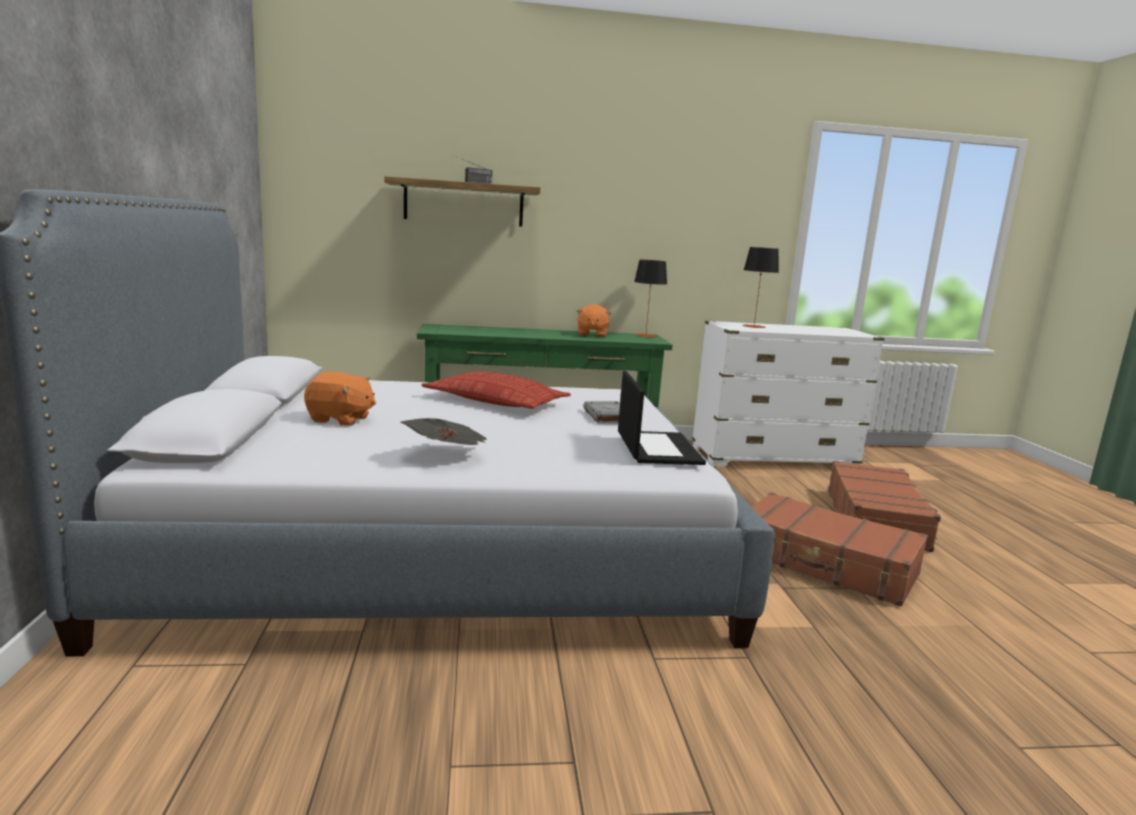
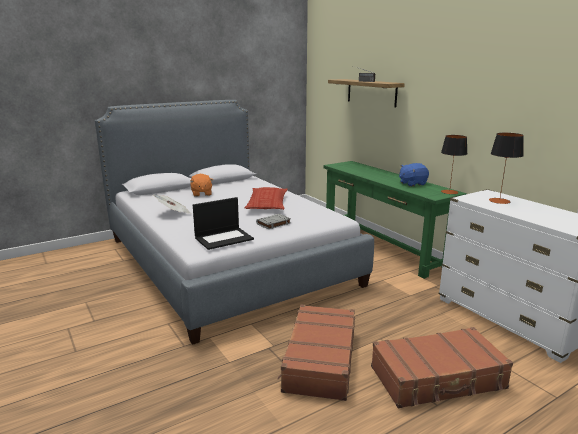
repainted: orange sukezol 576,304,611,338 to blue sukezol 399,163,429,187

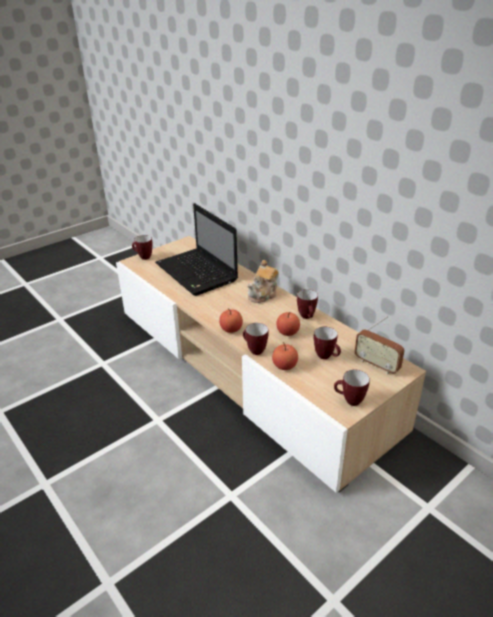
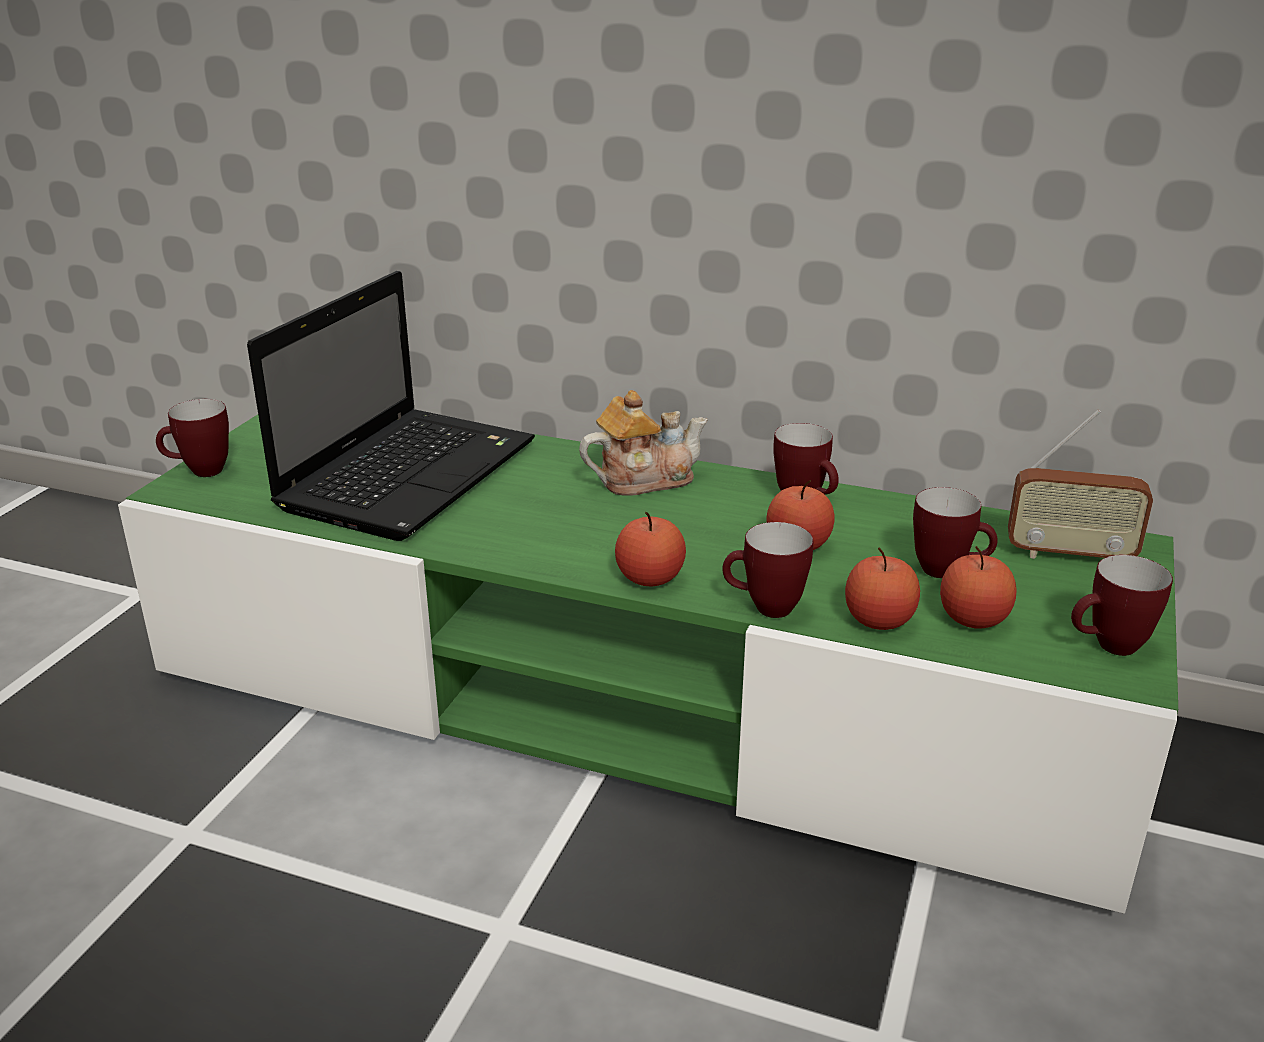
new: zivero 940,546,1017,629
repainted: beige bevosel 116,236,426,493 to green bevosel 118,414,1178,914
rotated: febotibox 155,203,238,296 = 247,271,535,541 90 degrees counterclockwise; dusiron 247,260,279,303 = 579,390,708,496 120 degrees counterclockwise

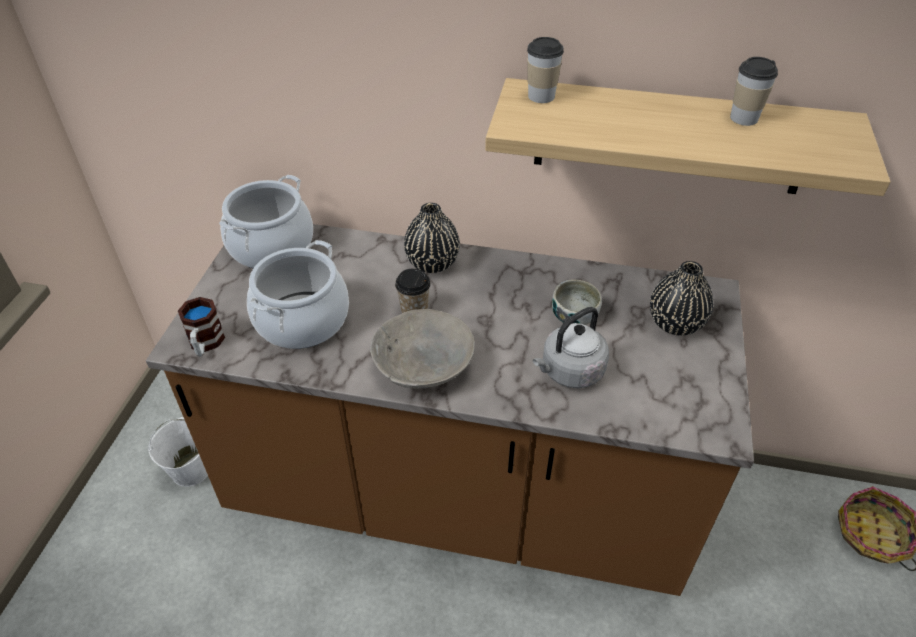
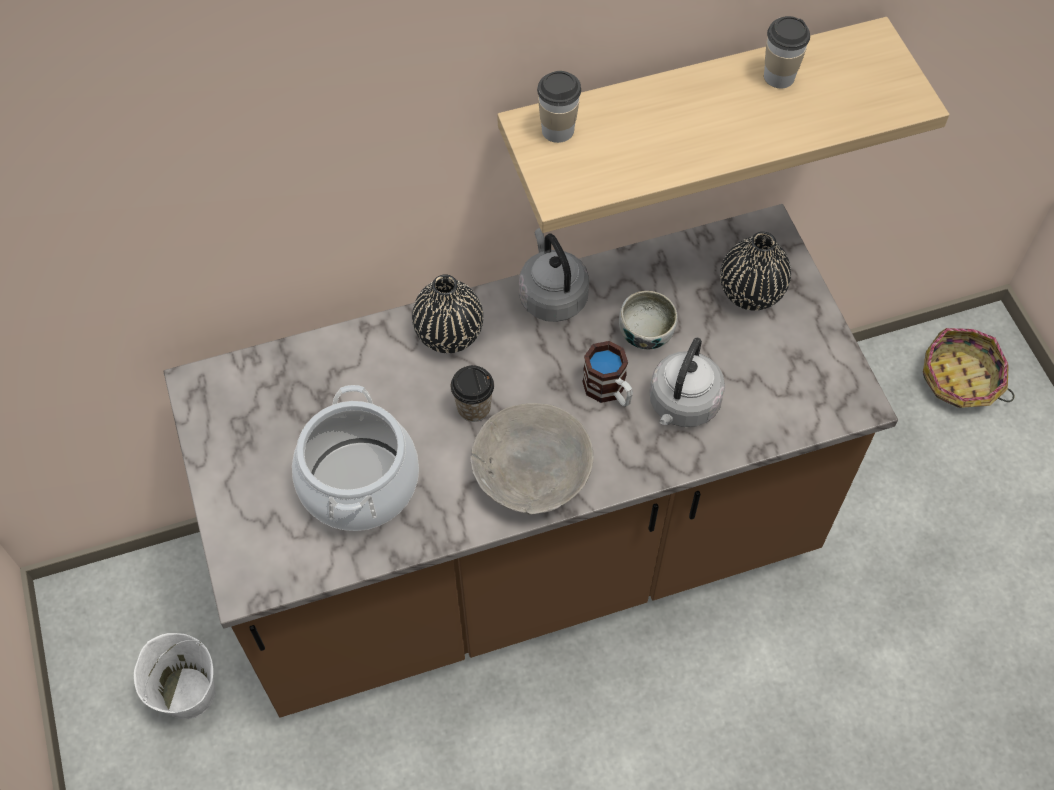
gone: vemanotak 219,175,313,268
new: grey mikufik 519,228,589,322
shifted: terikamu 178,297,225,356 to 582,341,633,407

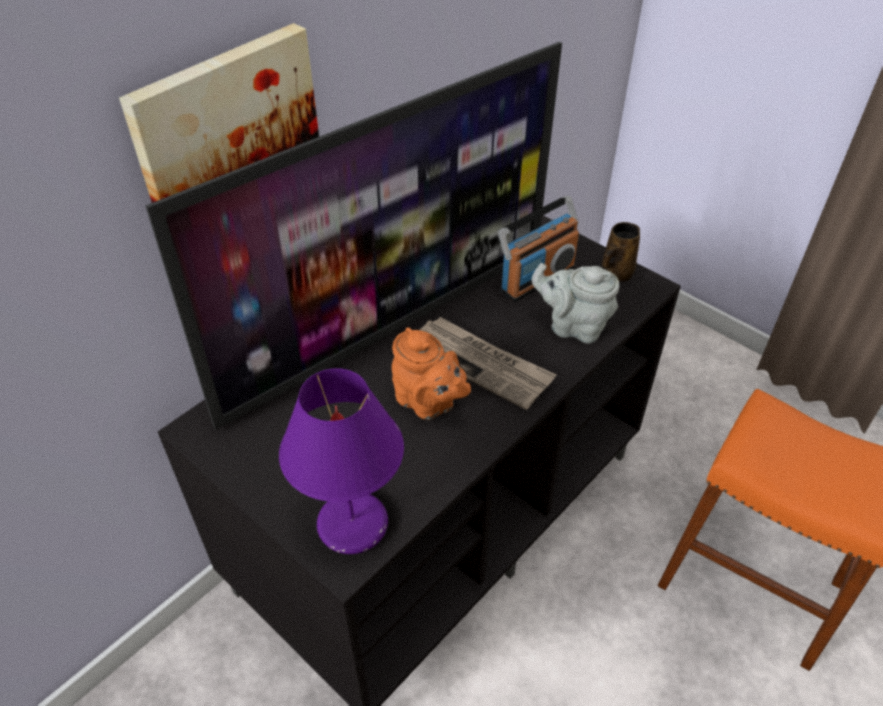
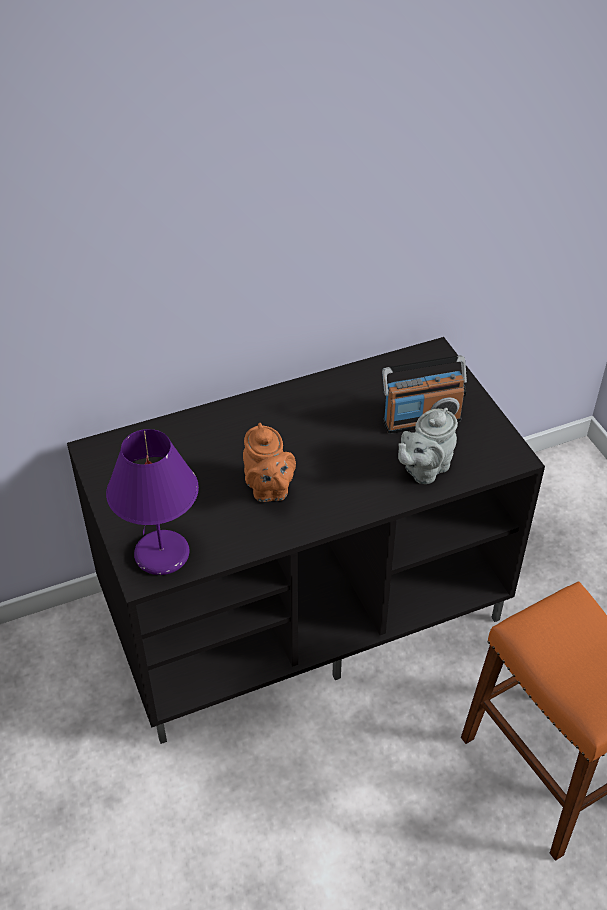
gone: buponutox 119,23,319,203; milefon 145,42,562,430; brown terikamu 602,222,640,281; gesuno 420,317,556,410
rotated: grey dusiron 532,263,619,344 = 398,408,458,484 90 degrees counterclockwise

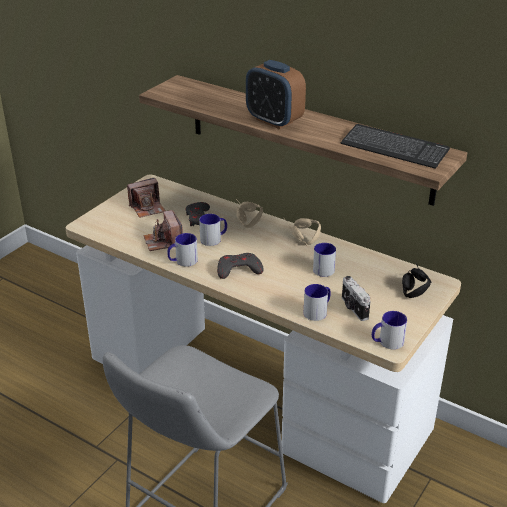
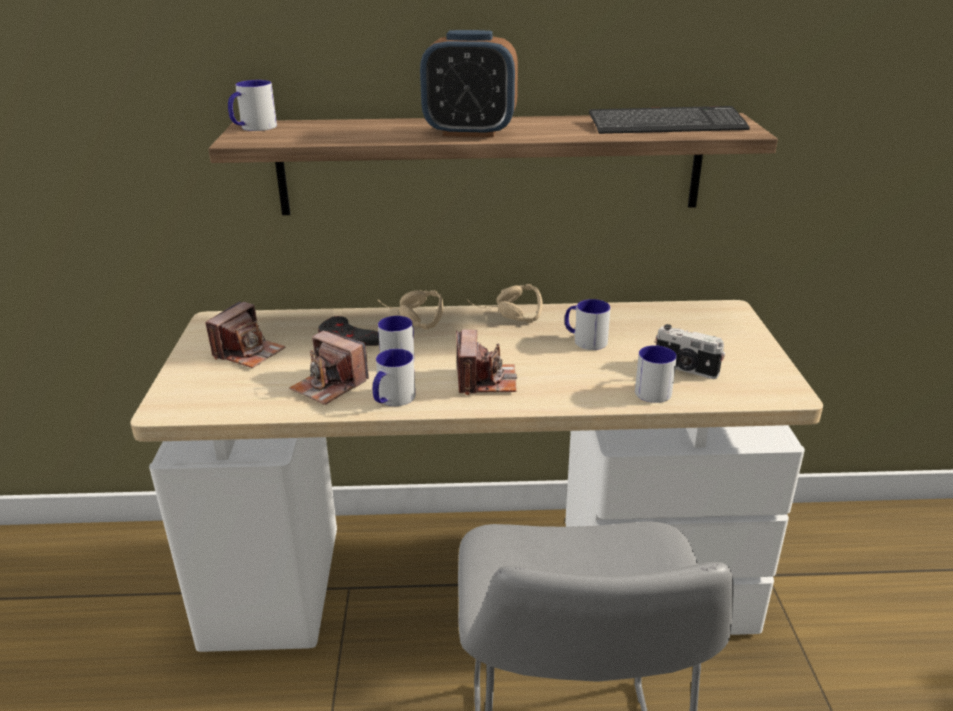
gone: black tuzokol 402,263,431,298
shifted: terikamu 372,311,407,349 to 228,80,277,131
swapped: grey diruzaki 217,253,263,279 to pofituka 456,329,517,395

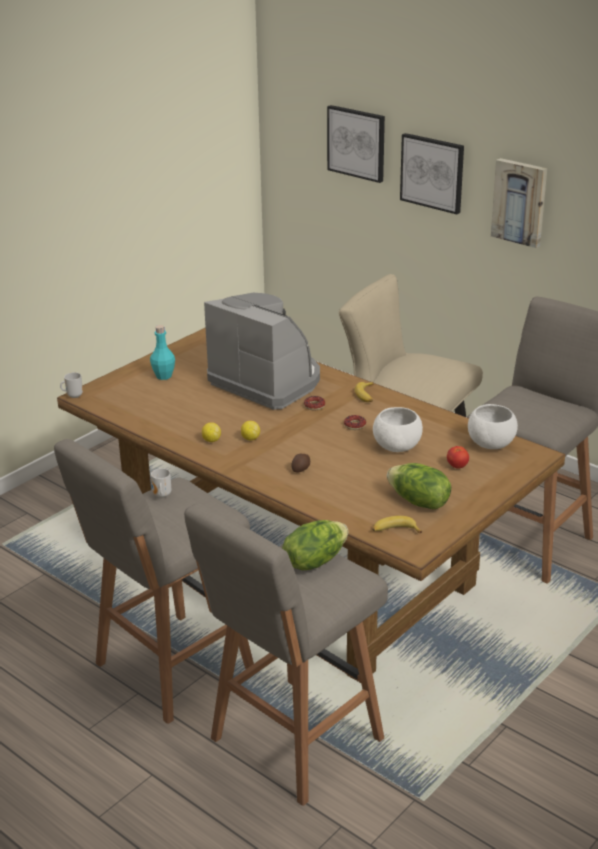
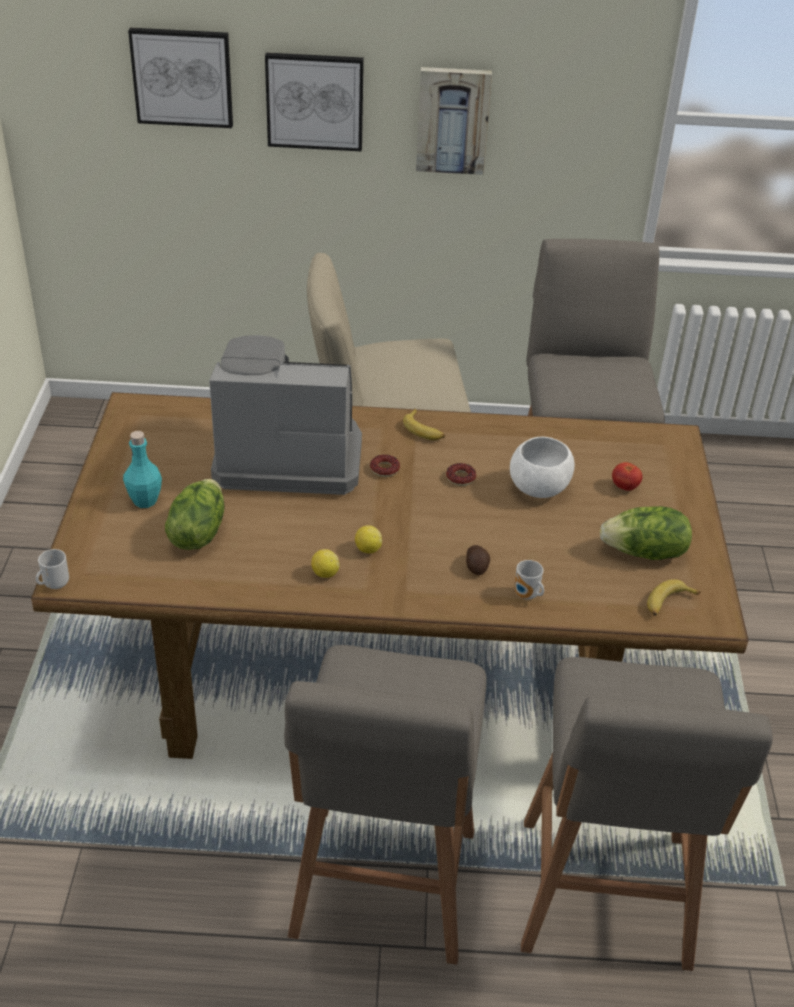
gone: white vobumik 468,404,518,449
shifted: terikamu 151,468,171,498 to 514,560,544,600; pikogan 282,520,349,570 to 165,479,224,550

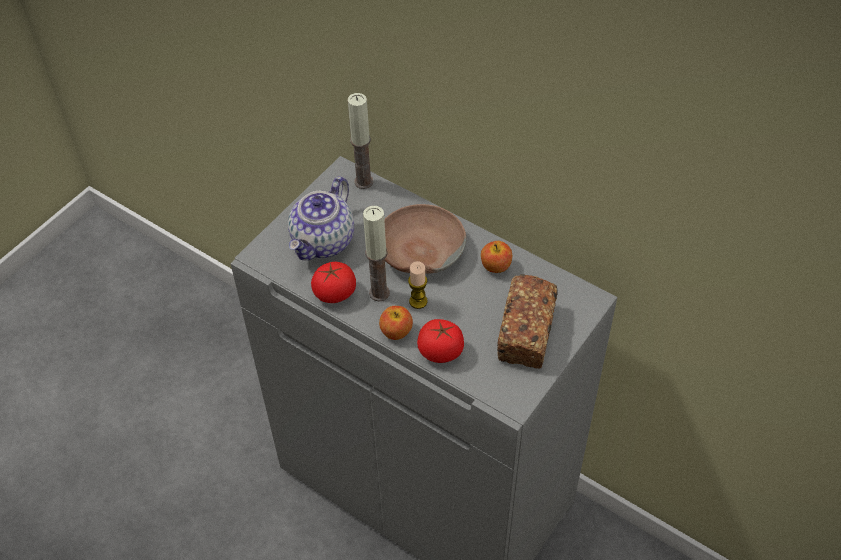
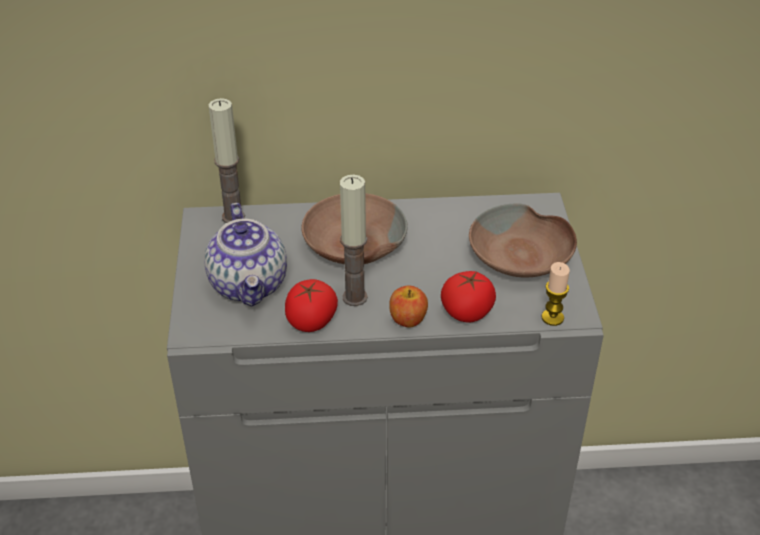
gone: zivero 481,241,512,273
shifted: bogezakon 408,261,428,309 to 541,262,570,326
swapped: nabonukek 497,274,558,369 to brown vobumik 469,203,577,278

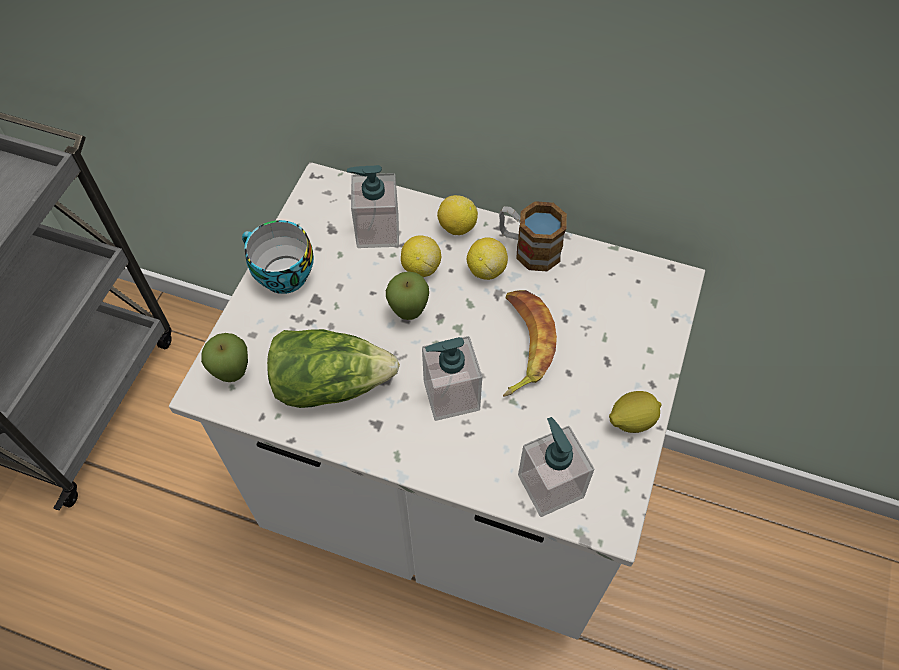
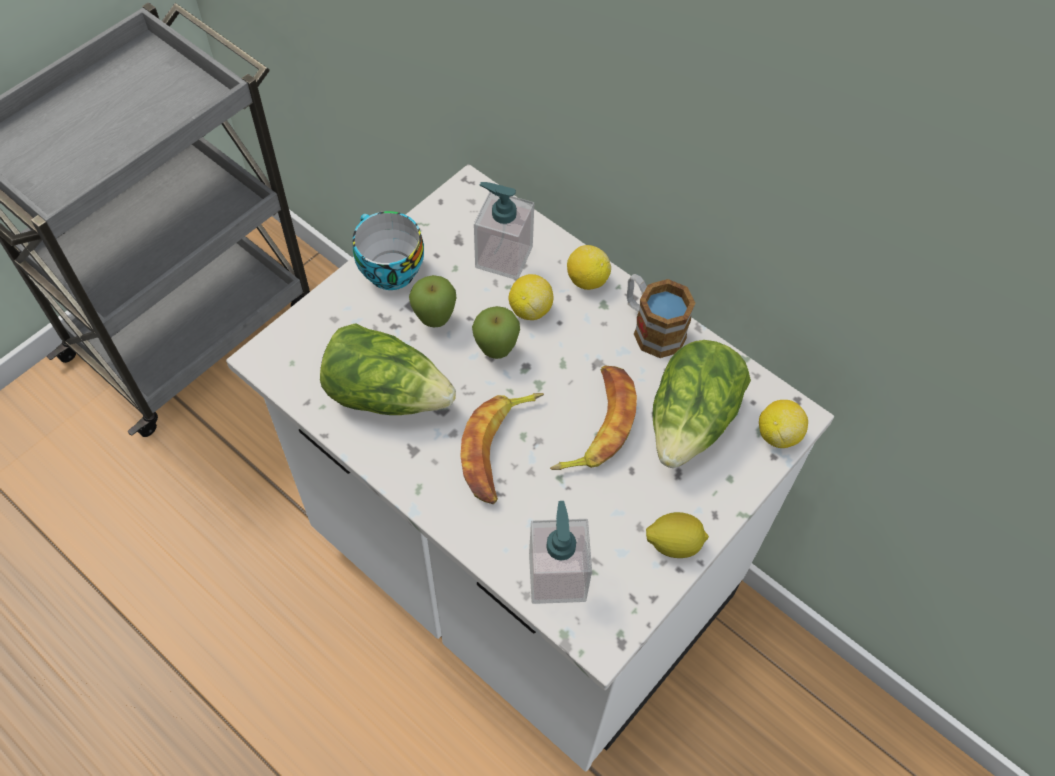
new: pikogan 653,340,751,468
shifted: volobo 467,237,508,280 to 759,400,808,448; zivero 201,333,248,382 to 409,275,457,327
swapped: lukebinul 422,336,482,421 to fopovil 460,393,544,504

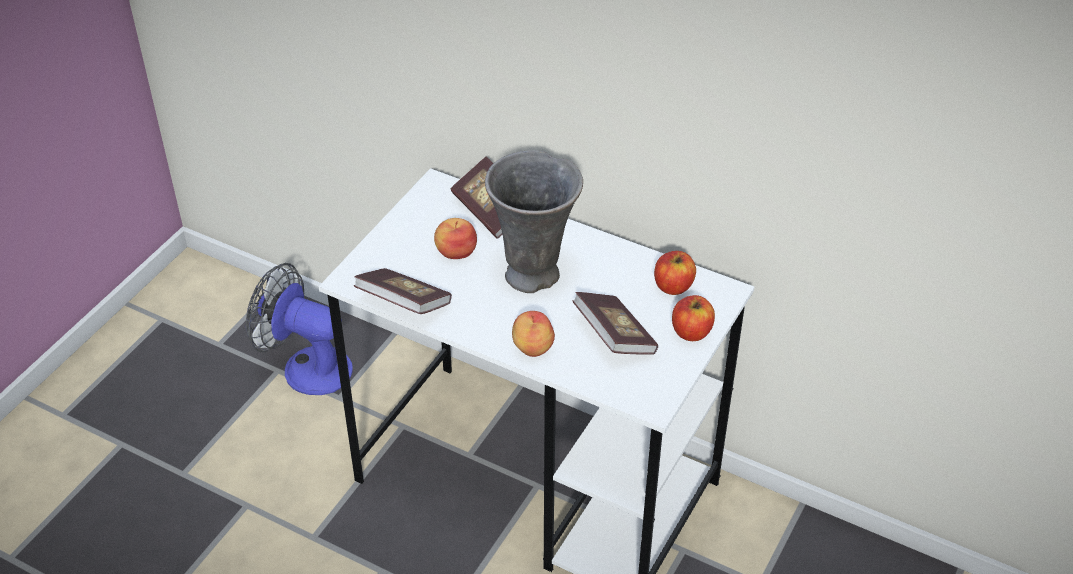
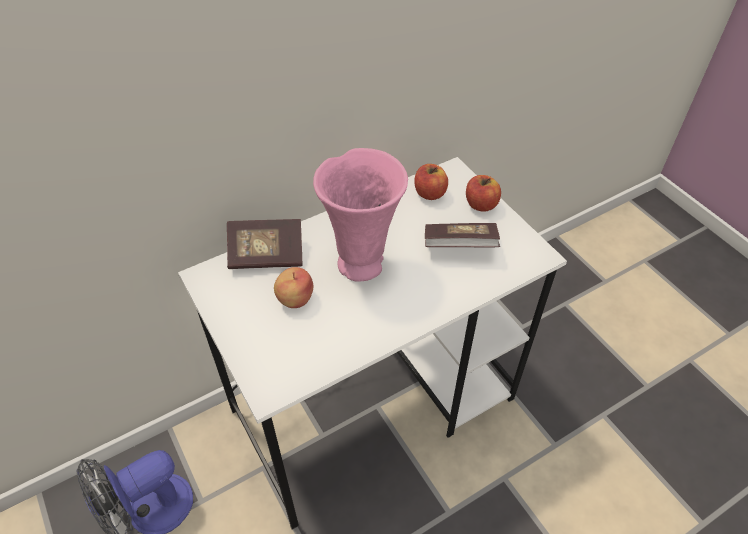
gone: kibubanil 353,268,452,314; zivero 512,311,555,357
repainted: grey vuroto 485,150,583,293 to pink vuroto 313,148,408,282

